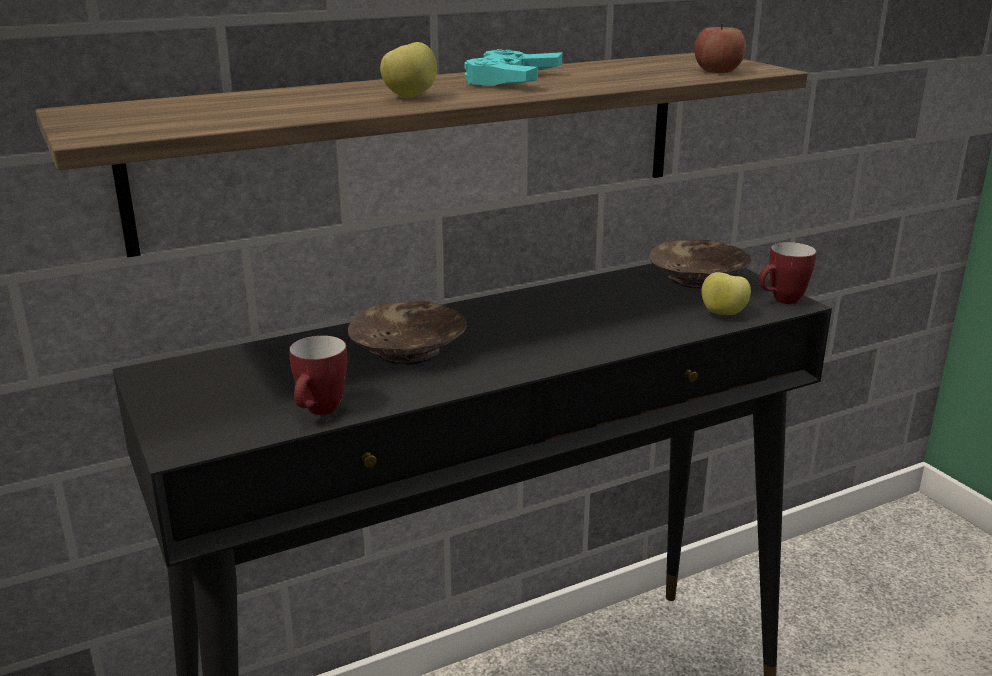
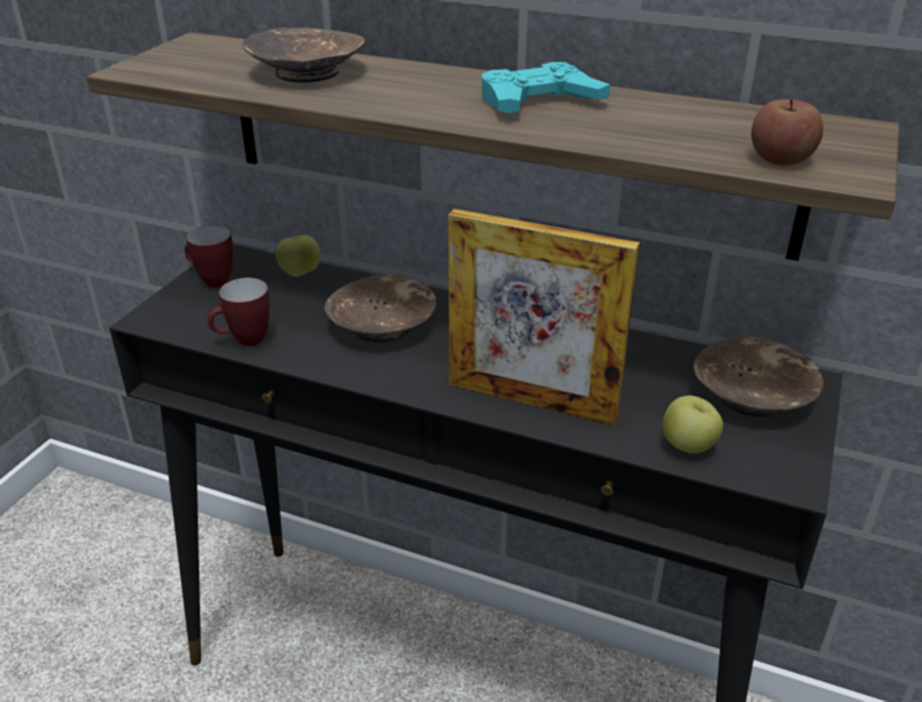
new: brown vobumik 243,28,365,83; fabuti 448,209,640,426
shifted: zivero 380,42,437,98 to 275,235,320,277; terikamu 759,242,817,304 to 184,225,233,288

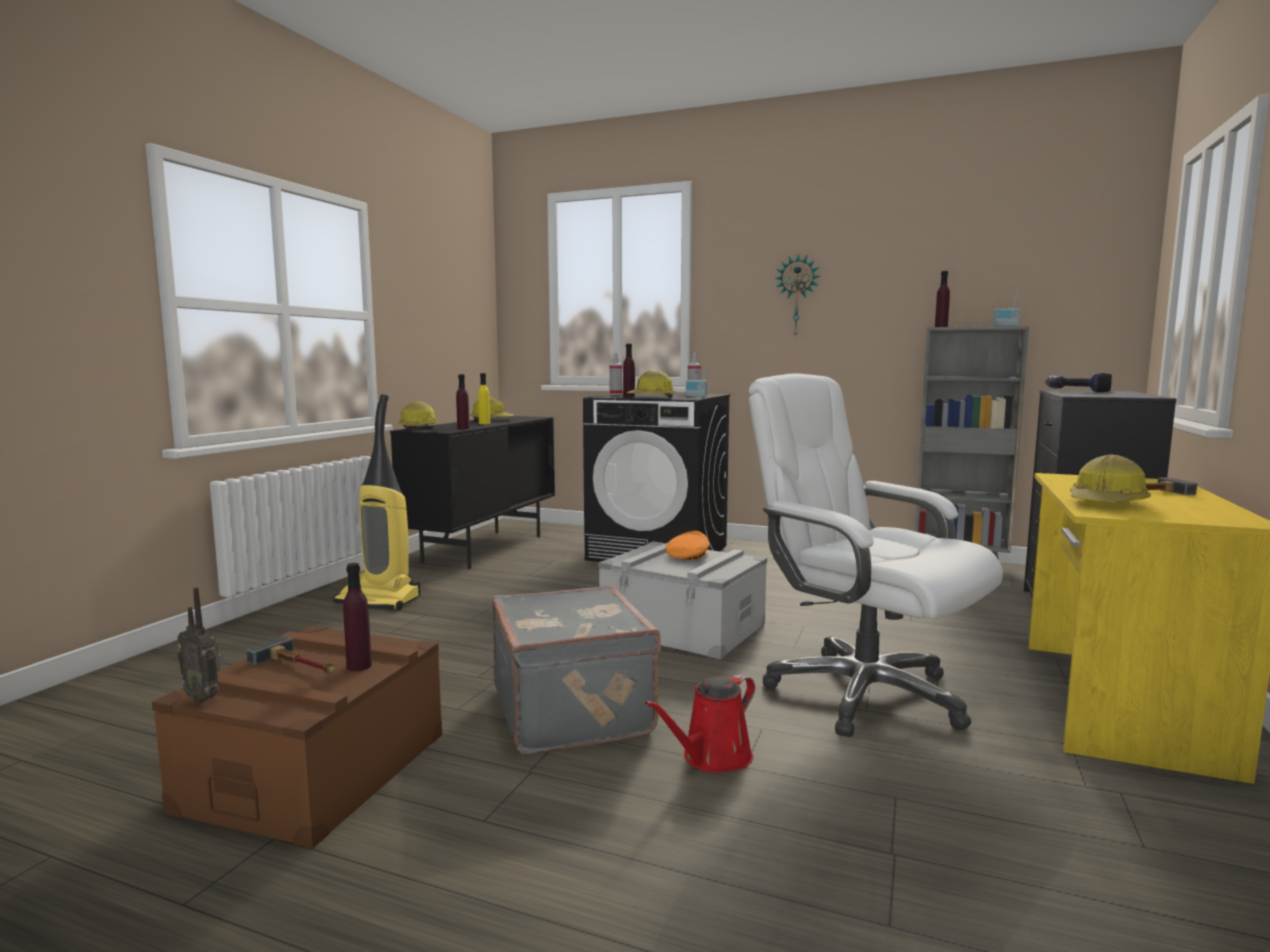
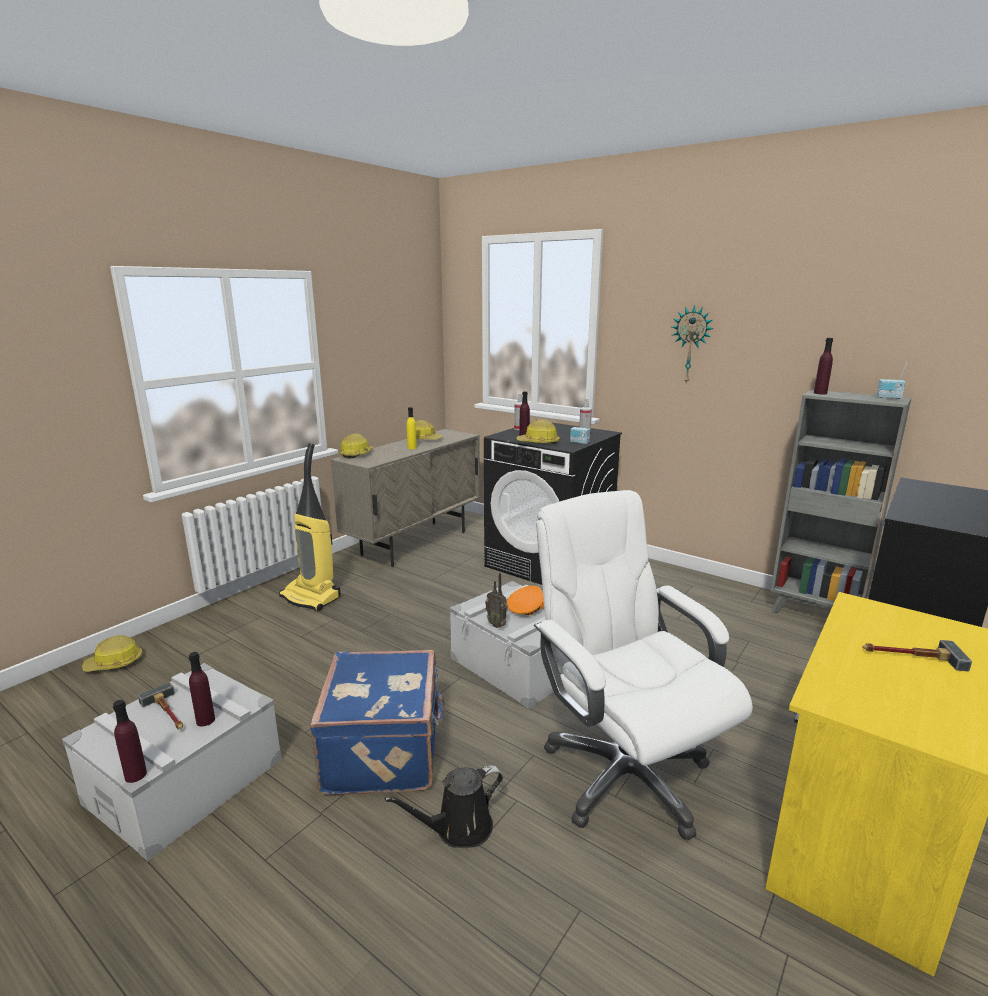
gone: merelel 1045,373,1112,392
shifted: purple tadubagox 456,374,470,429 to 113,700,147,783; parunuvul 1070,455,1151,502 to 82,635,142,672; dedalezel 177,587,224,703 to 485,572,508,628
repainted: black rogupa 390,416,555,569 to beige rogupa 331,429,480,567; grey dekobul 492,585,661,754 to blue dekobul 310,650,445,795; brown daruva 152,625,442,849 to grey daruva 62,663,282,861; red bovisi 645,674,755,773 to black bovisi 385,765,503,848

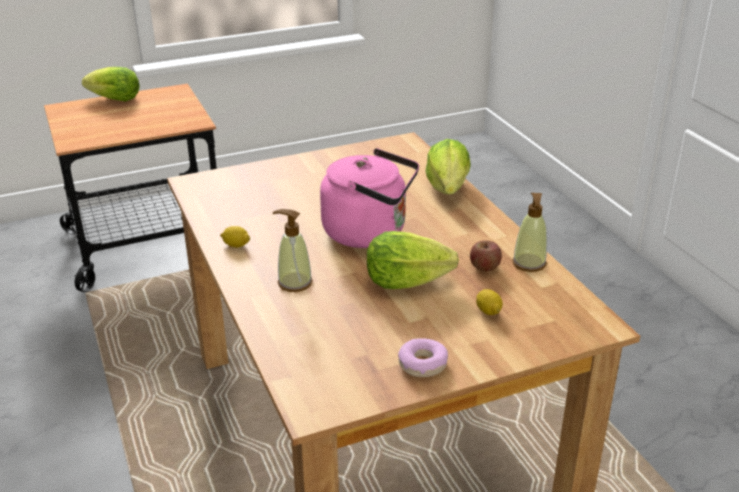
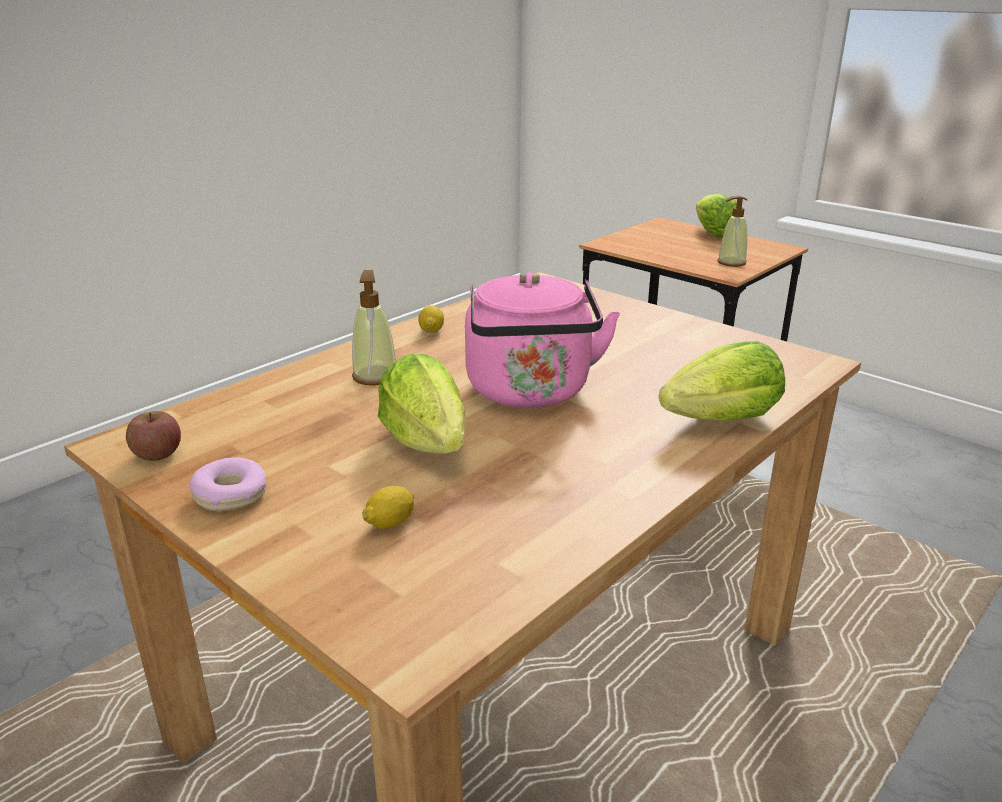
shifted: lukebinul 512,193,547,272 to 718,196,748,267; zivero 470,240,502,272 to 126,411,181,461

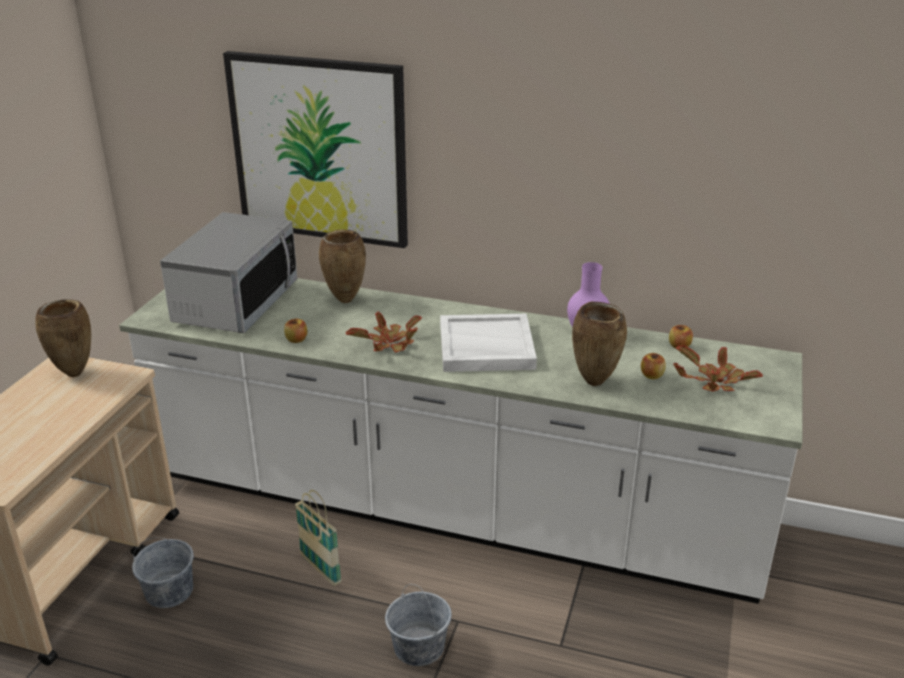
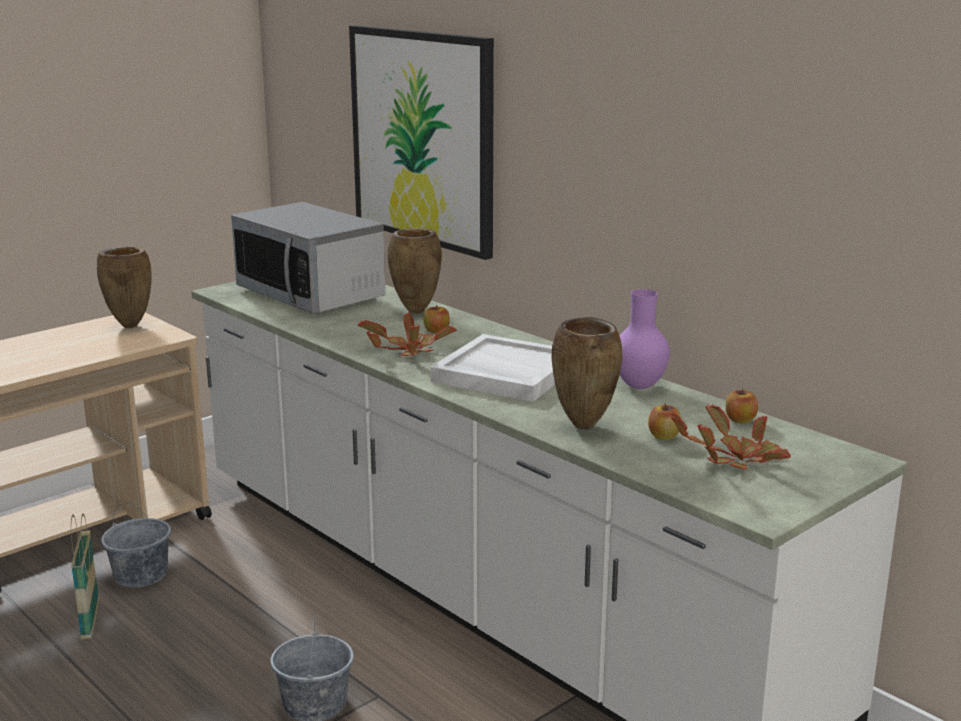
shifted: zivero 284,319,307,343 to 424,304,450,333; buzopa 295,489,342,586 to 71,513,99,640
rotated: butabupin 160,212,297,333 = 231,202,385,314 90 degrees clockwise

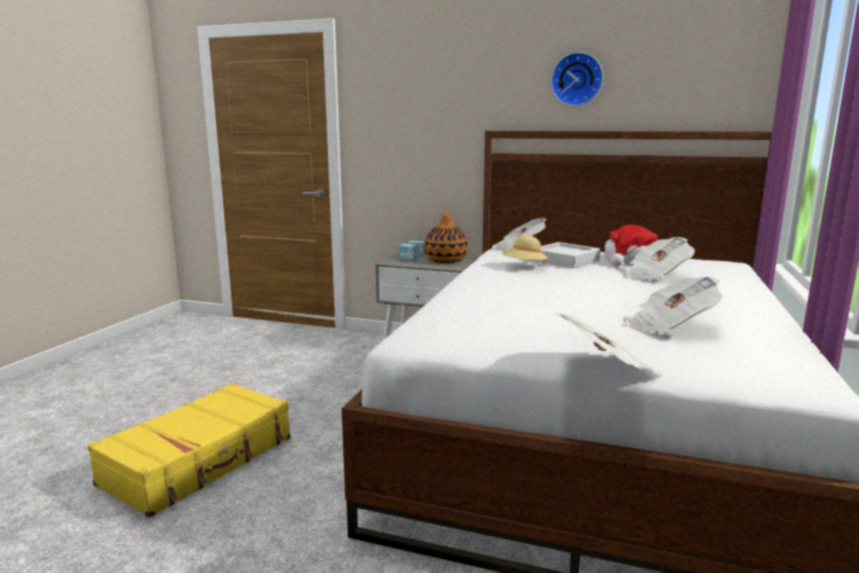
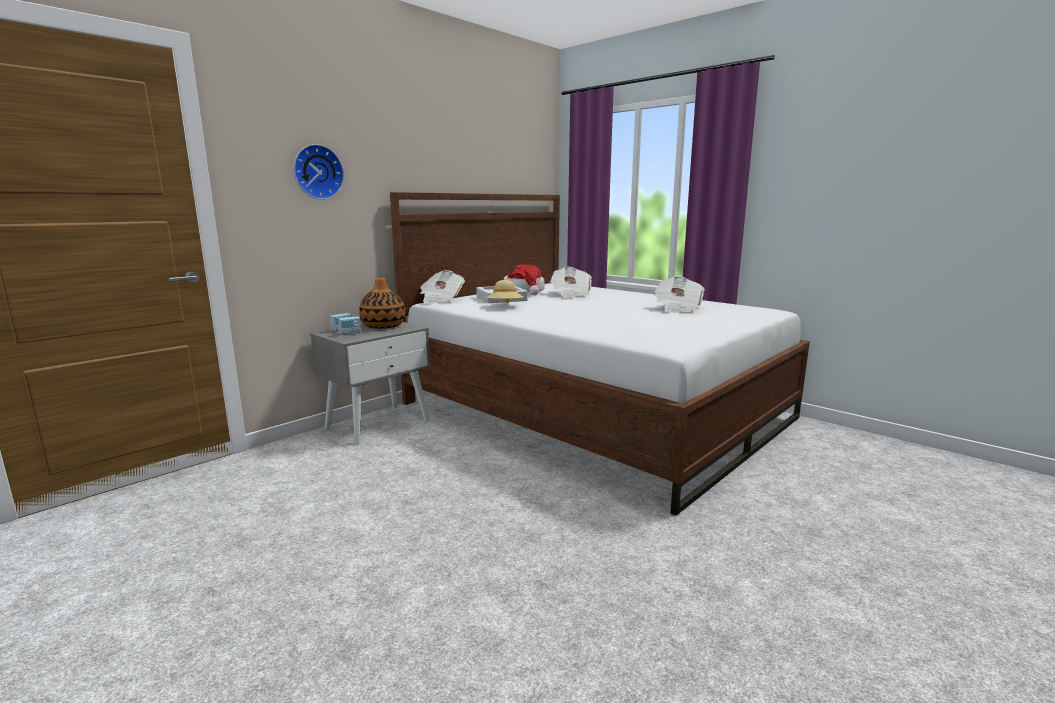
gone: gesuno 555,313,662,374; yellow dekobul 87,383,290,518
shifted: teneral 551,52,603,106 to 294,144,344,200

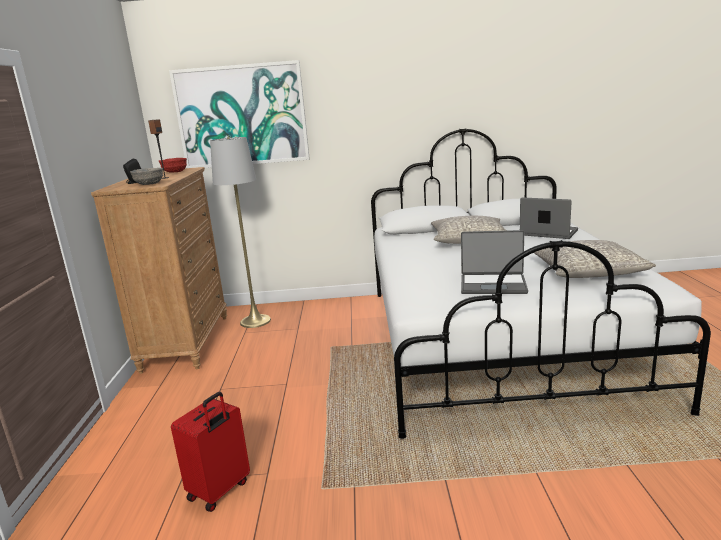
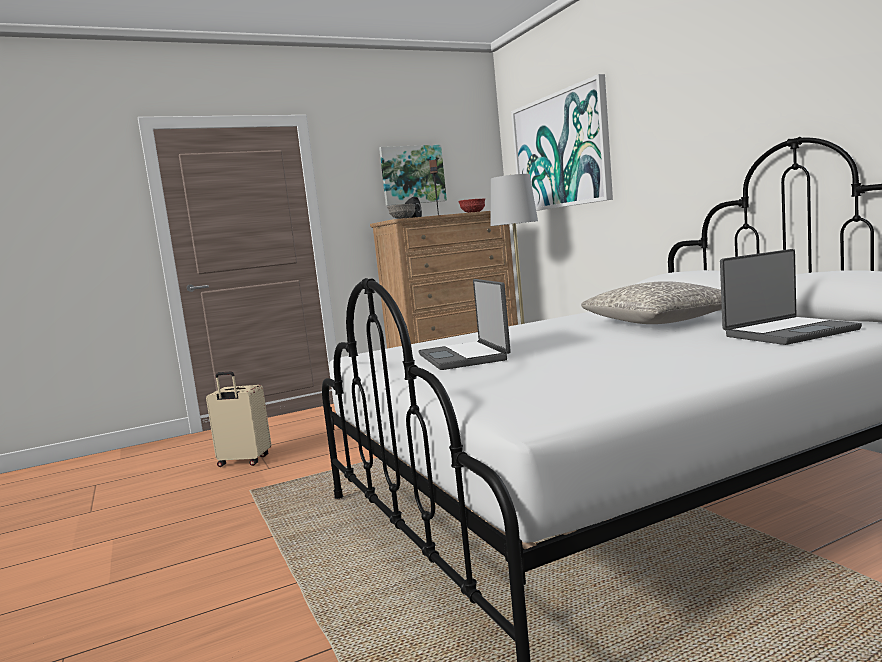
gone: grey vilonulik 534,240,656,278
new: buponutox 379,145,447,206
repainted: red dekobul 171,392,250,512 to beige dekobul 206,371,271,467
rotated: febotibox 520,197,578,239 = 720,249,862,345 60 degrees clockwise

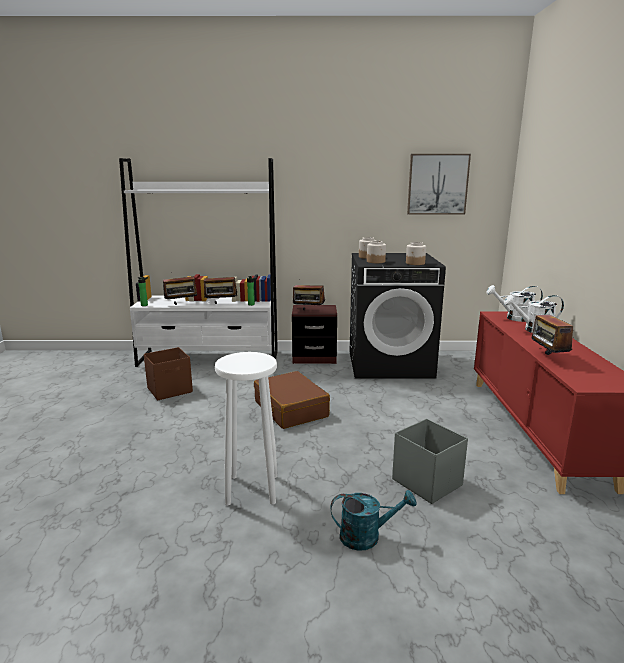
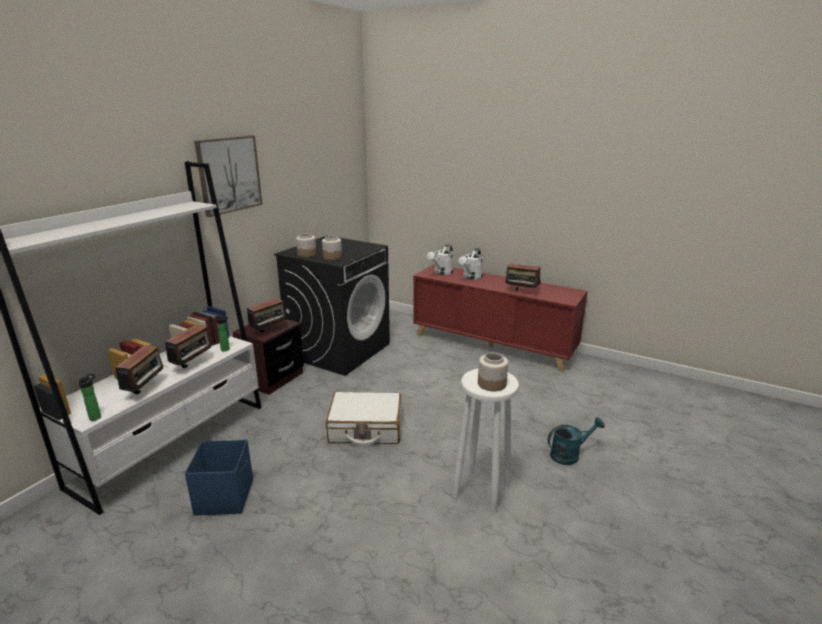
gone: grey daruva 392,419,468,504
shifted: buponutox 407,154,471,215 to 194,135,263,217; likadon 406,242,426,265 to 478,352,508,391
repainted: brown daruva 144,347,193,400 to blue daruva 185,440,253,515; brown dekobul 254,371,330,429 to white dekobul 326,392,401,446
rotated: turquoise bovisi 330,490,416,551 = 548,417,605,465 45 degrees clockwise

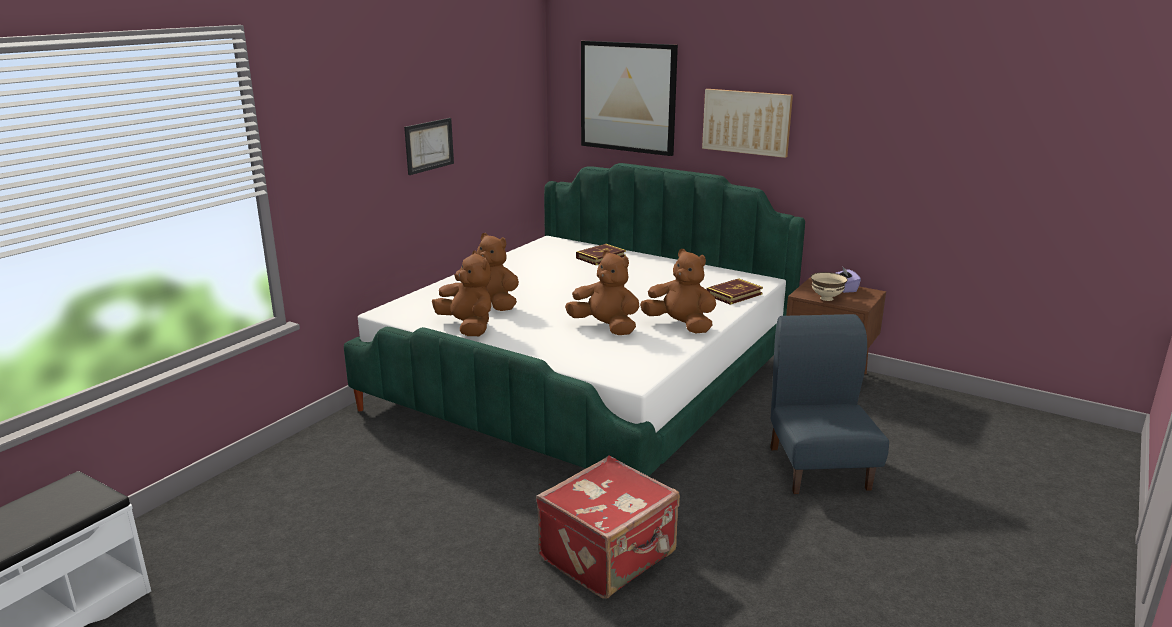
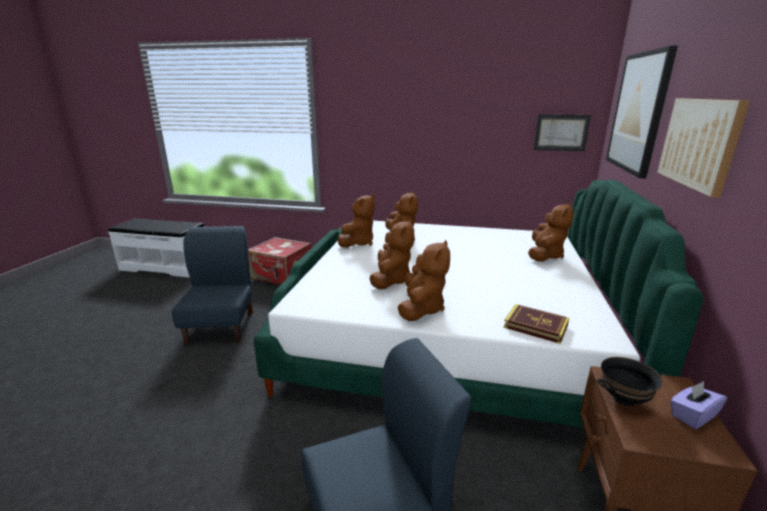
new: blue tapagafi 172,226,253,345
shifted: buponutox 404,118,454,175 to 533,114,591,151; red dekobul 536,455,680,599 to 248,237,312,285
swapped: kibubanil 576,244,626,265 to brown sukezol 528,203,573,262
repainted: beige vobumik 811,272,848,301 to black vobumik 597,357,663,407

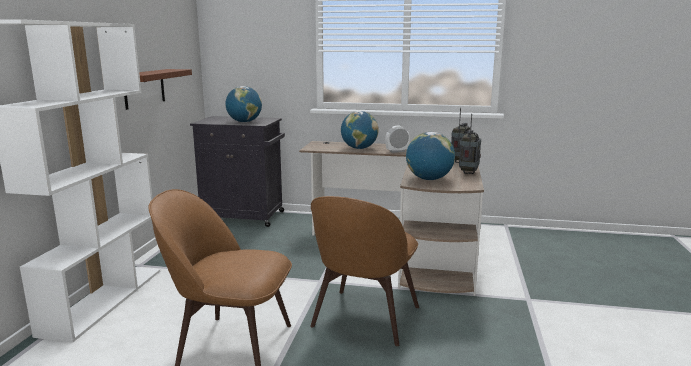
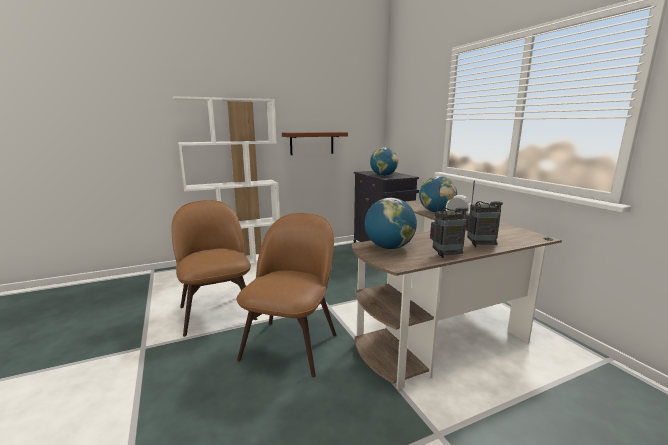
rotated: brown tapagafi 310,196,419,346 = 236,213,337,378 120 degrees clockwise

